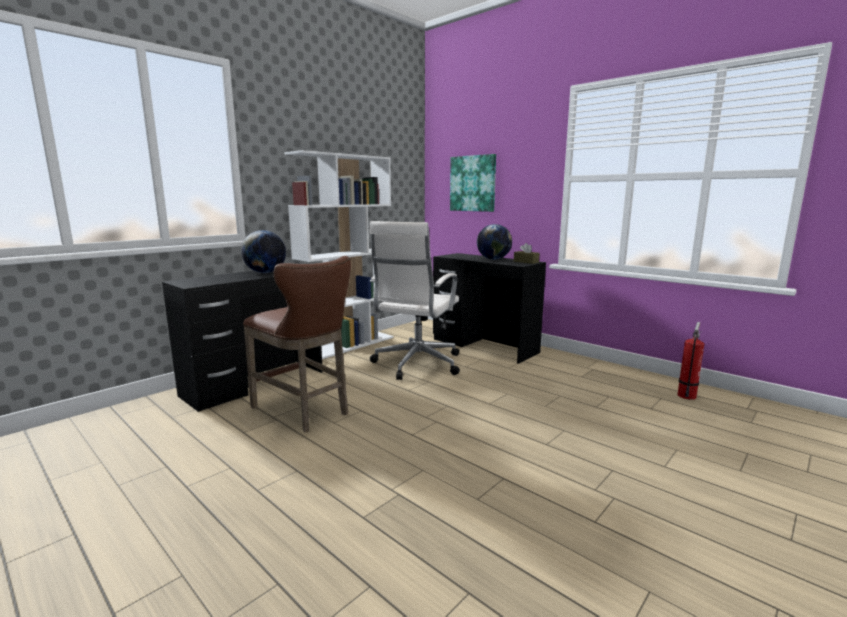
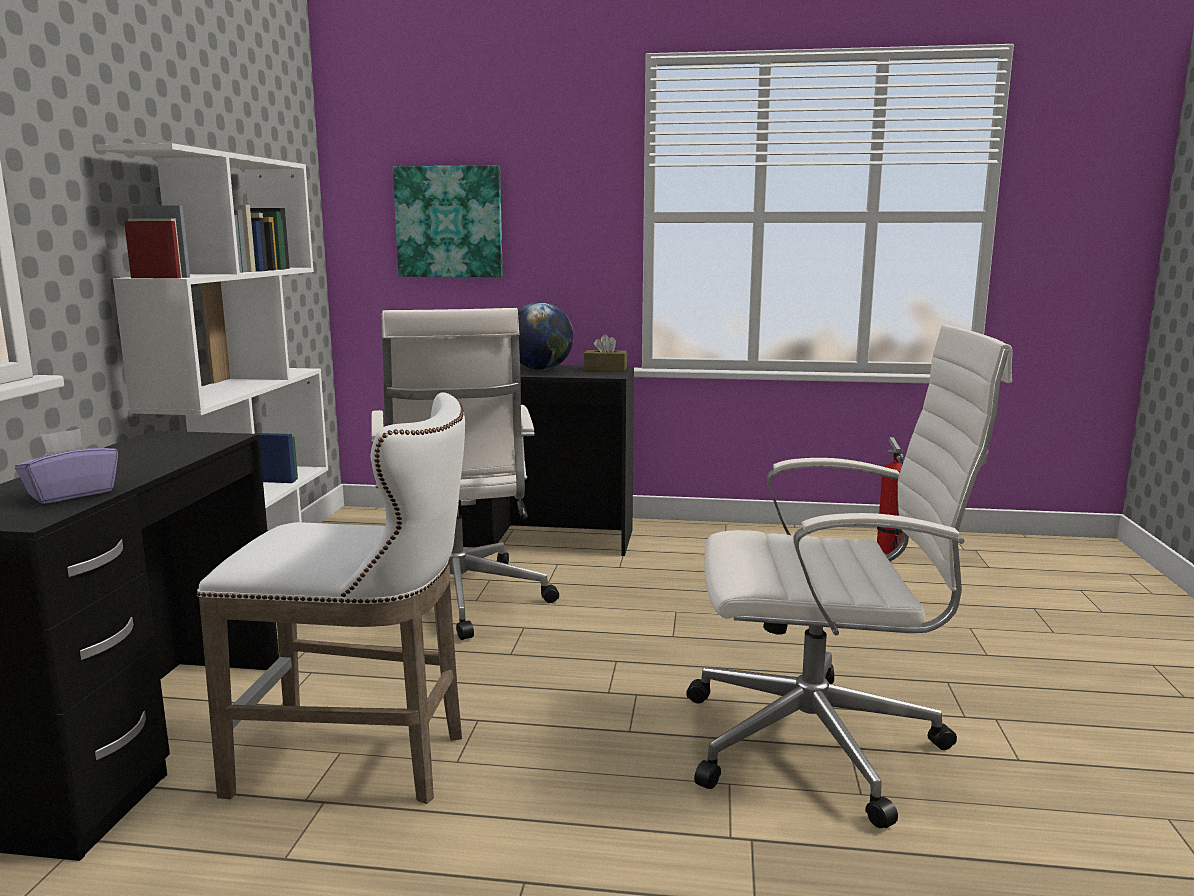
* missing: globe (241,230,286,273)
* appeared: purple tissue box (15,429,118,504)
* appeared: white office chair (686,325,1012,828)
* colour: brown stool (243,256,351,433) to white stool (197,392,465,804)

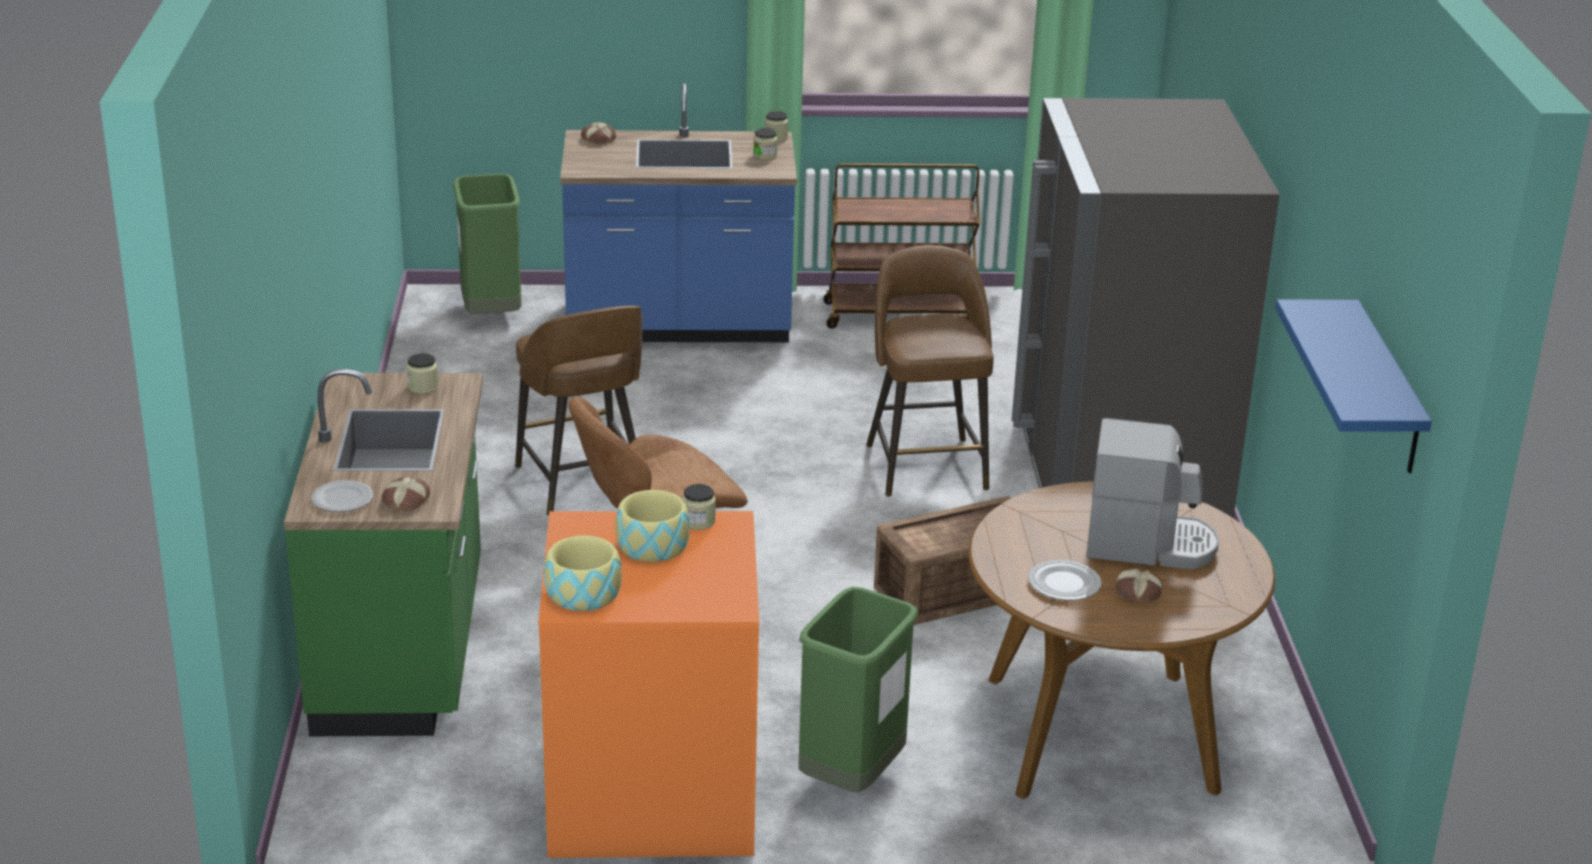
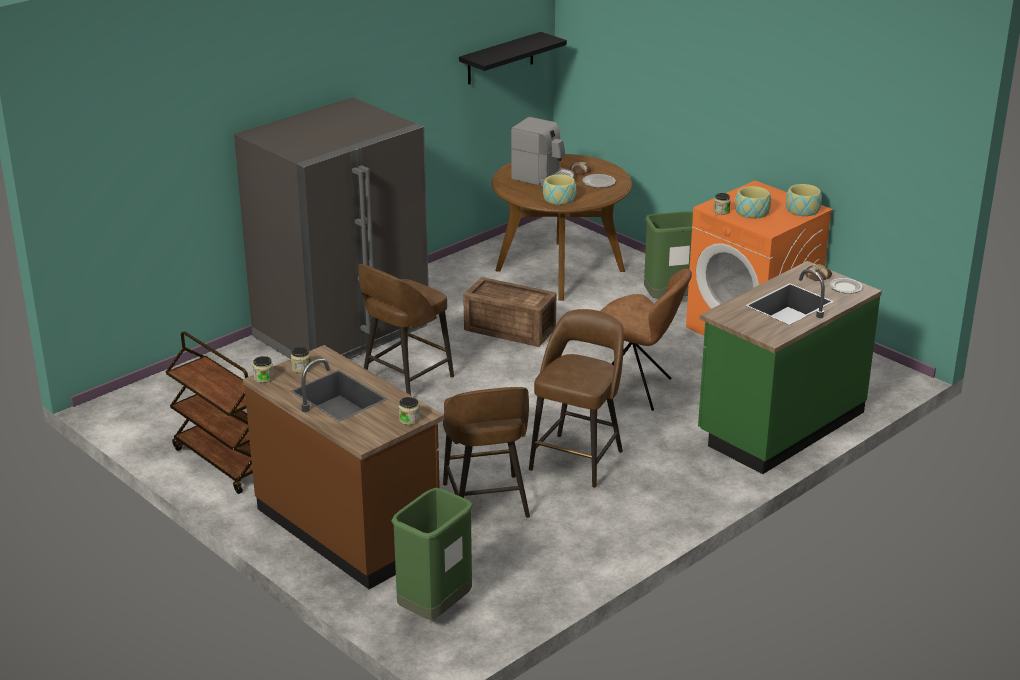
* missing: bread (581,122,616,144)
* appeared: brown stool (443,387,530,518)
* appeared: bowl (543,174,576,205)
* relocated: jar (407,353,438,394) to (399,397,420,425)
* colour: blue counter (560,83,797,342) to brown counter (243,345,444,589)
* colour: blue shelf (1276,299,1432,473) to black shelf (459,32,567,85)
* spun: coffee machine (1086,418,1219,570) = (511,117,574,186) 150 degrees clockwise

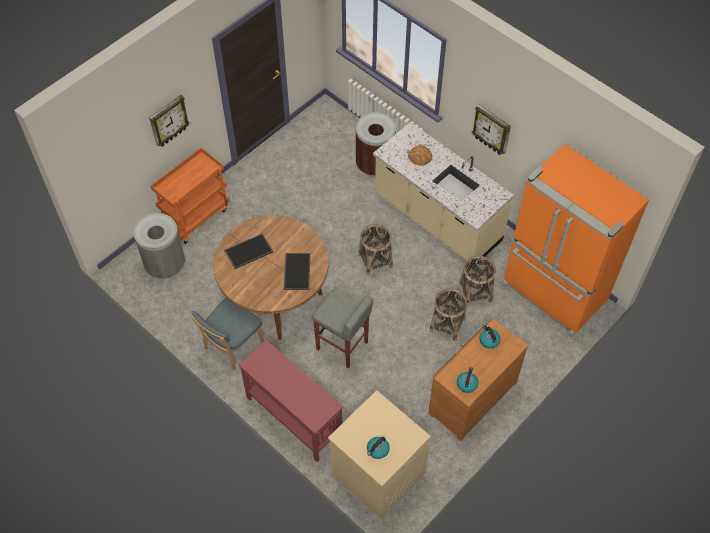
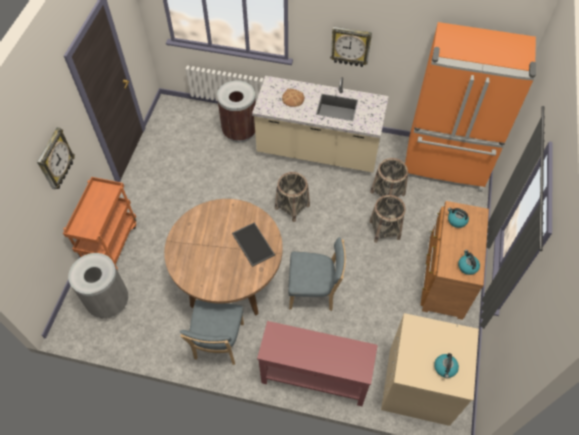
* missing: tray (224,233,273,269)
* exchanged: grey stool (312,288,373,368) to blue chair (288,237,346,311)

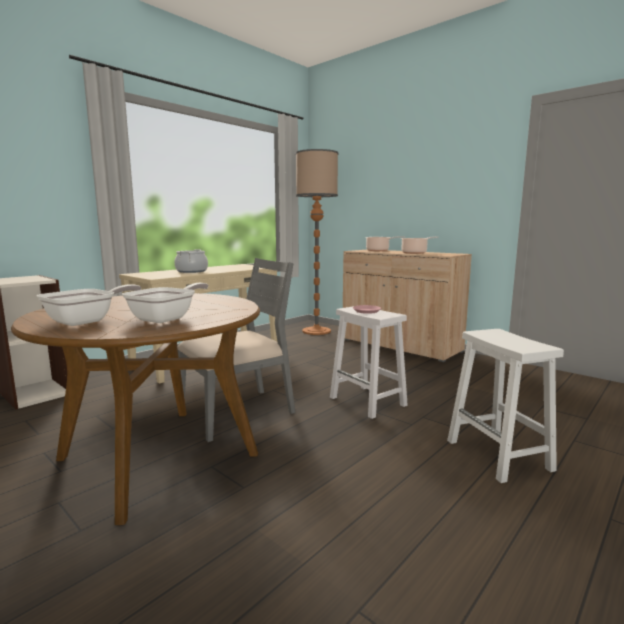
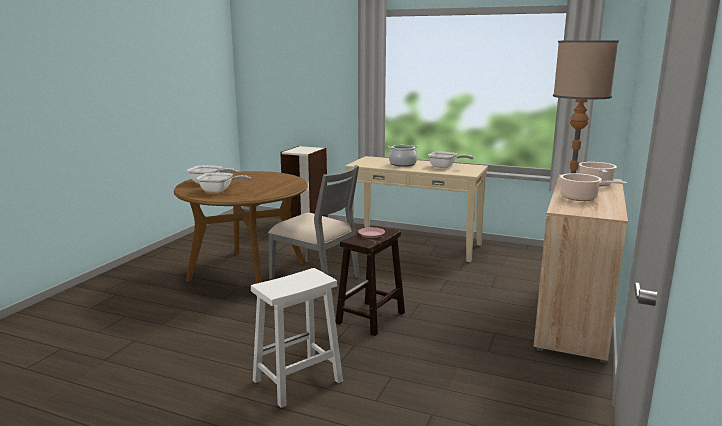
* appeared: frying pan (428,151,474,168)
* colour: white stool (330,306,408,419) to brown stool (336,226,405,336)

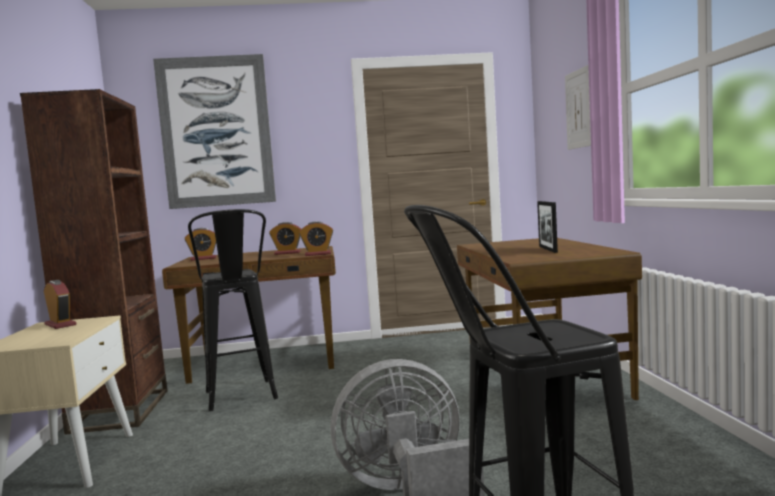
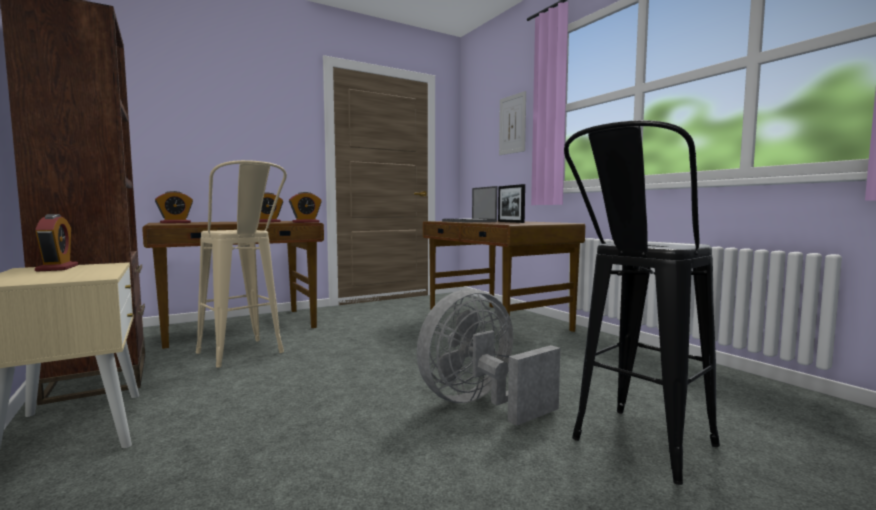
* missing: picture (153,54,276,209)
* appeared: laptop (442,186,497,222)
* colour: black stool (188,209,278,411) to beige stool (196,160,287,368)
* spun: alarm clock (44,280,76,329) = (35,214,78,272) 45 degrees clockwise

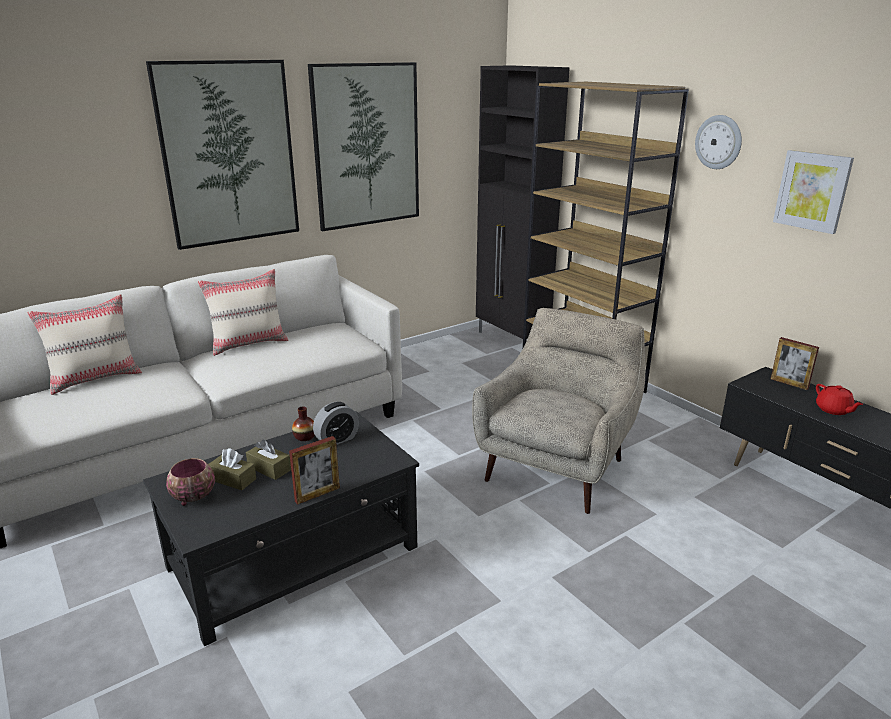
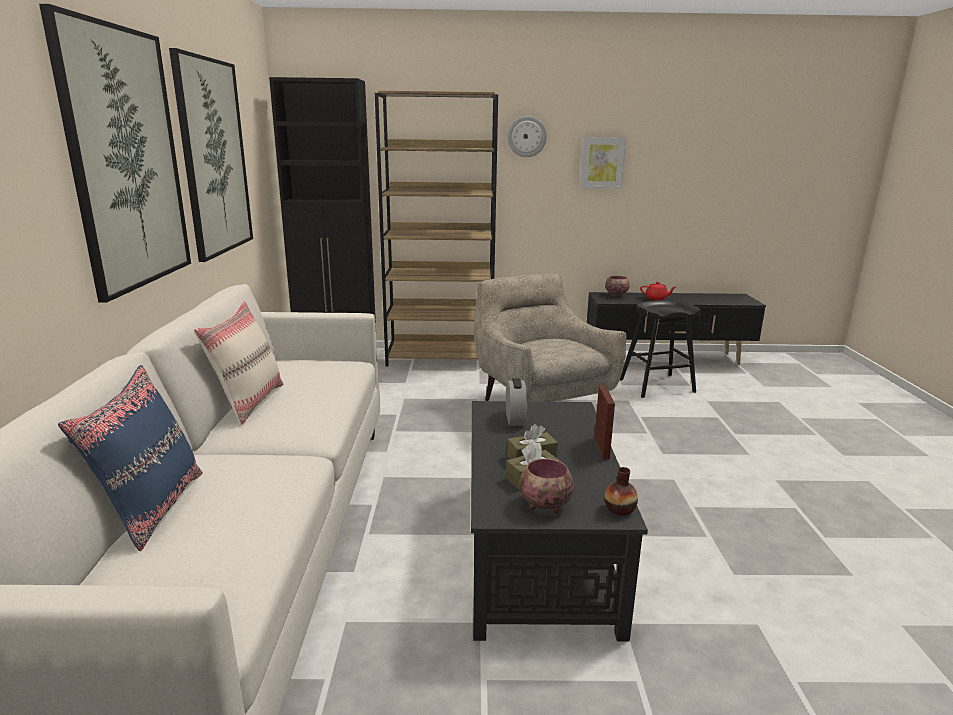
* appeared: black stool (620,300,700,398)
* relocated: vase (292,406,315,441) to (605,467,638,516)
* exchanged: picture frame (771,337,819,390) to bowl (605,276,629,297)
* colour: beige pillow (27,294,142,395) to blue pillow (58,365,203,551)

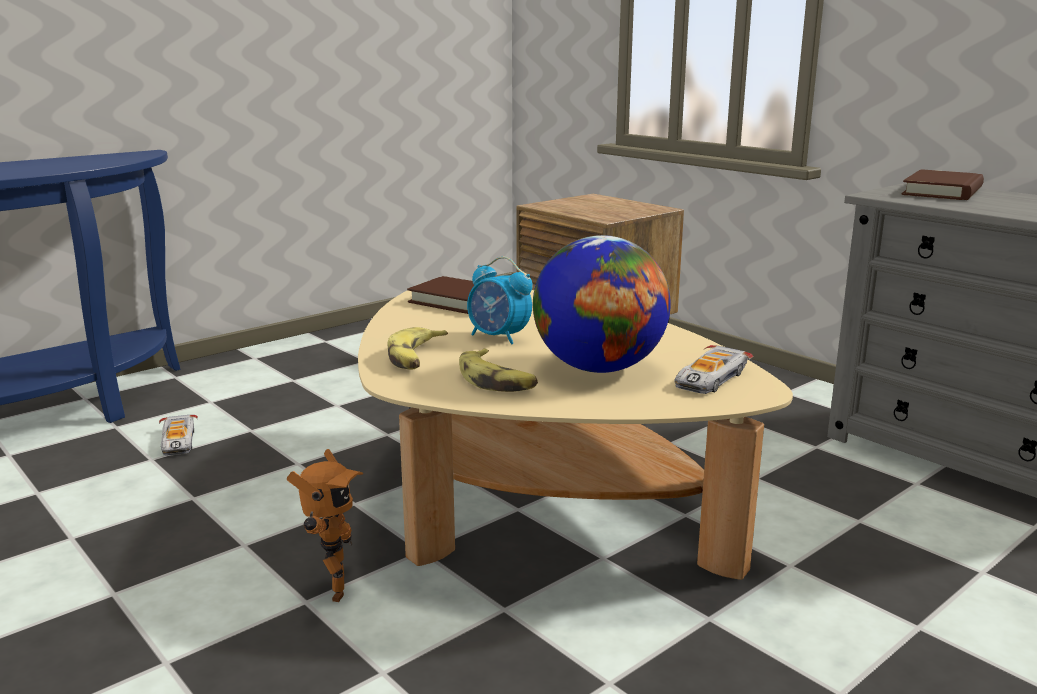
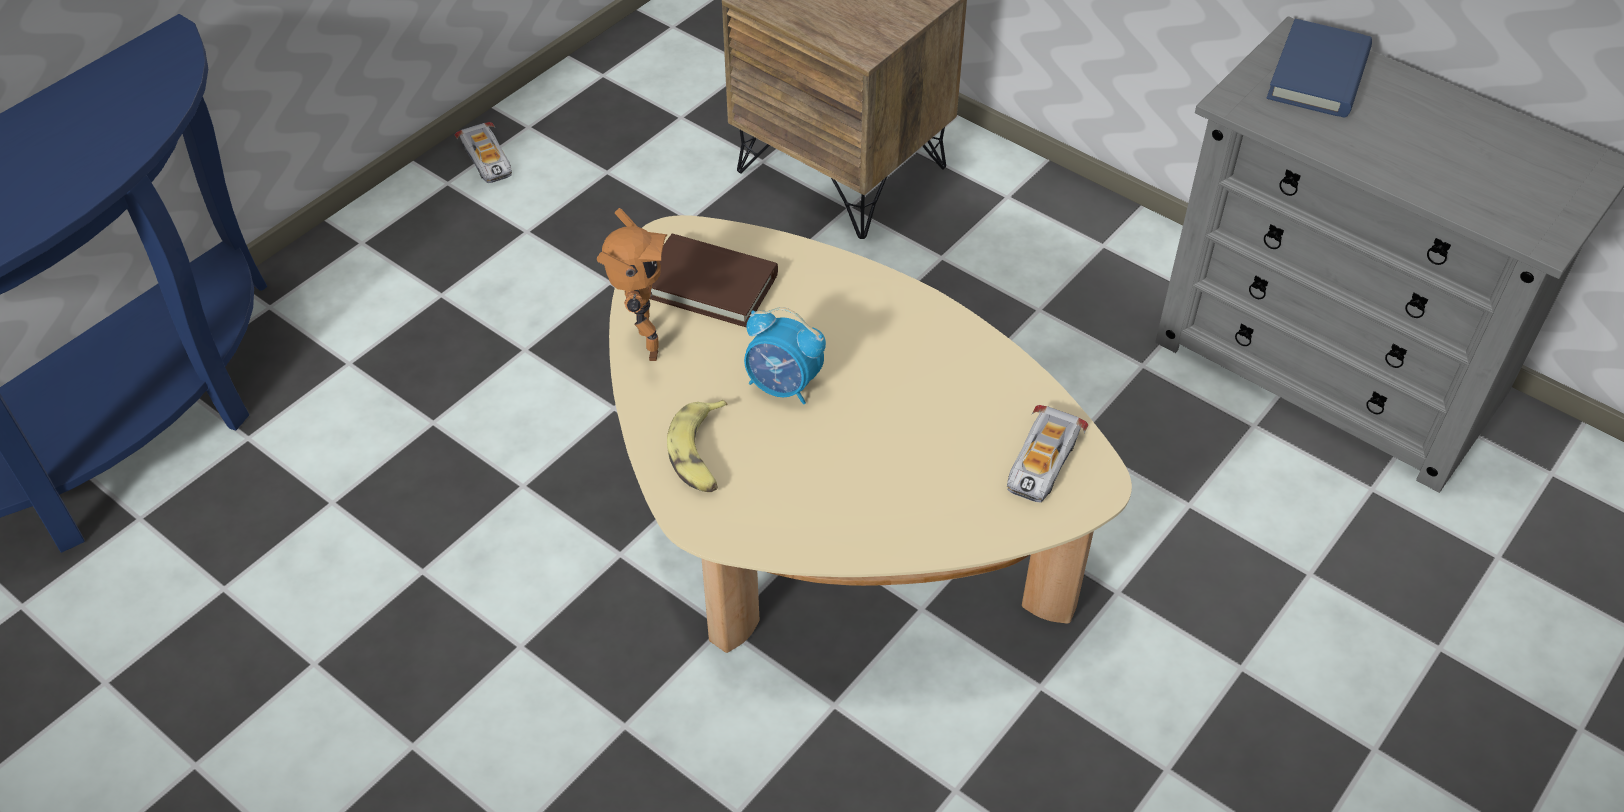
* missing: banana (459,348,538,392)
* missing: globe (533,235,671,373)
* relocated: toy car (159,415,198,456) to (455,122,512,183)
* relocated: toy robot (287,449,363,602) to (597,208,667,361)
* colour: brown book (901,169,984,200) to blue book (1266,19,1372,118)

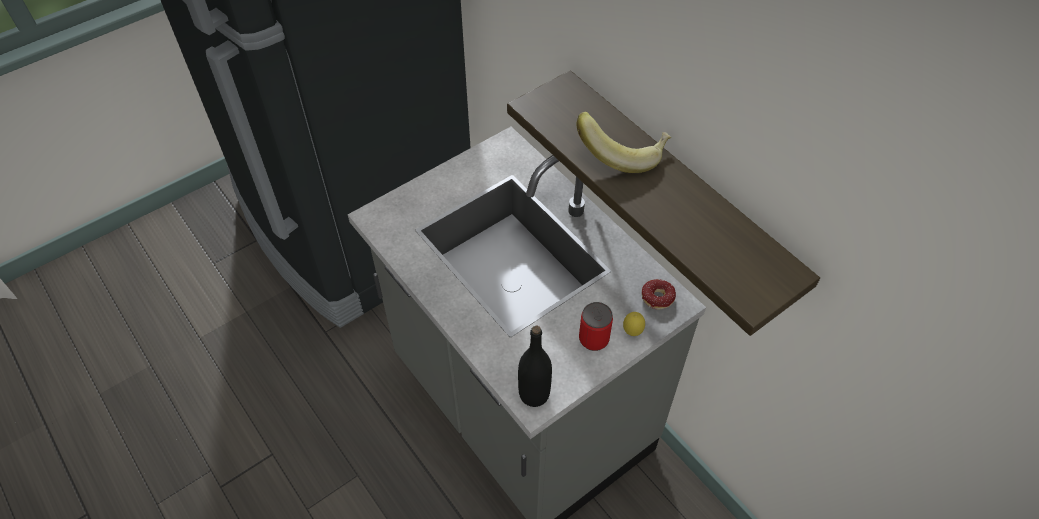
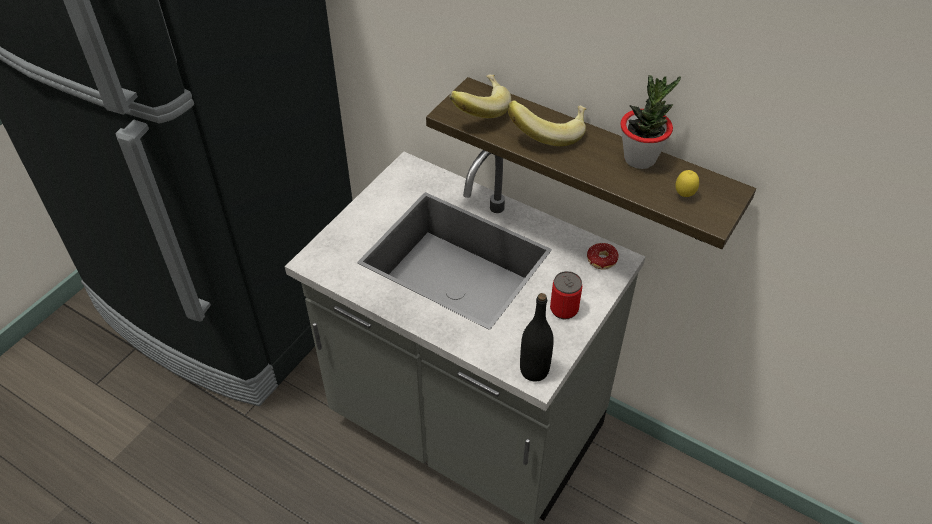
* appeared: banana (449,74,512,118)
* appeared: potted plant (620,75,681,169)
* relocated: lemon (623,312,645,336) to (675,170,699,197)

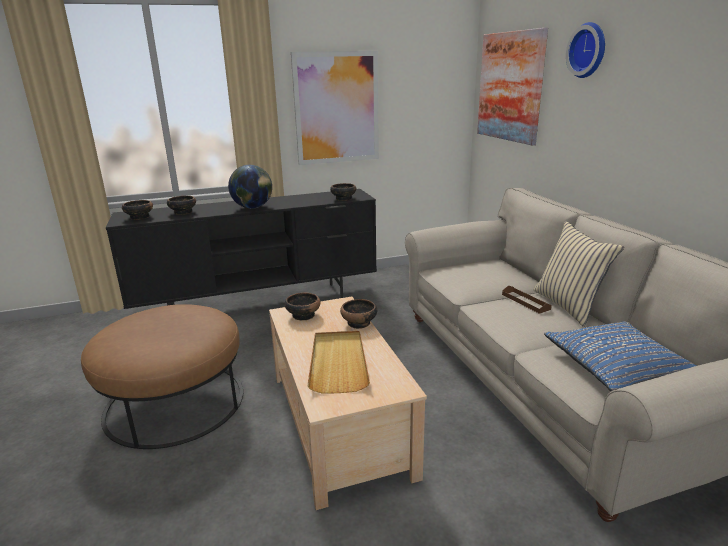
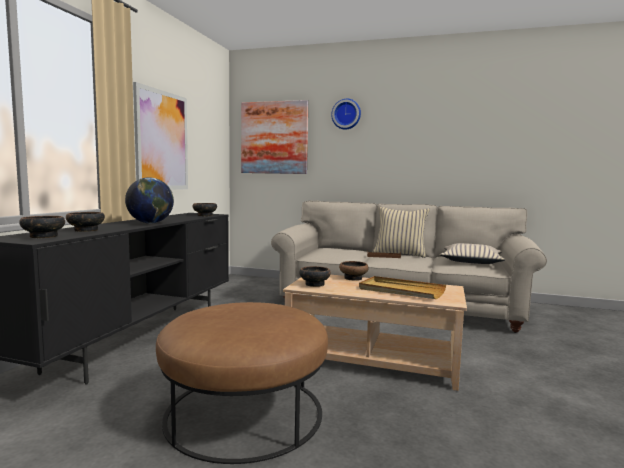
* colour: blue pillow (544,321,697,391) to beige pillow (440,243,505,264)

